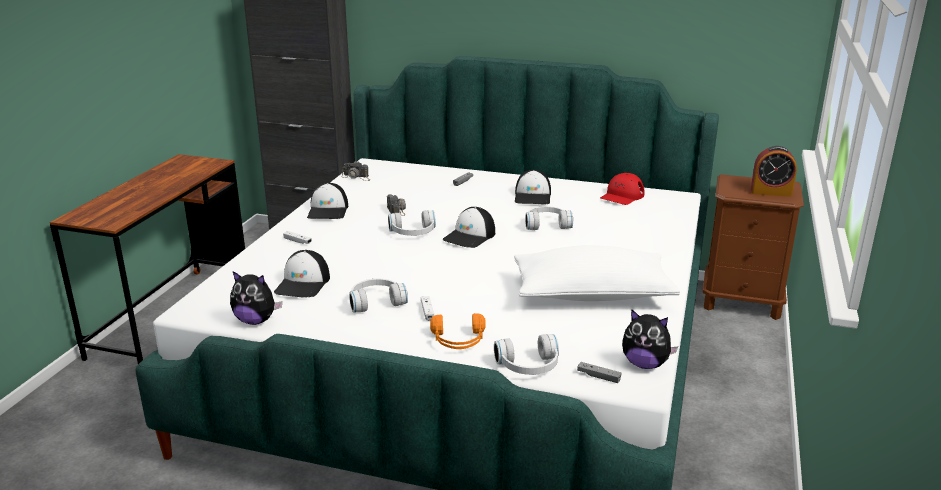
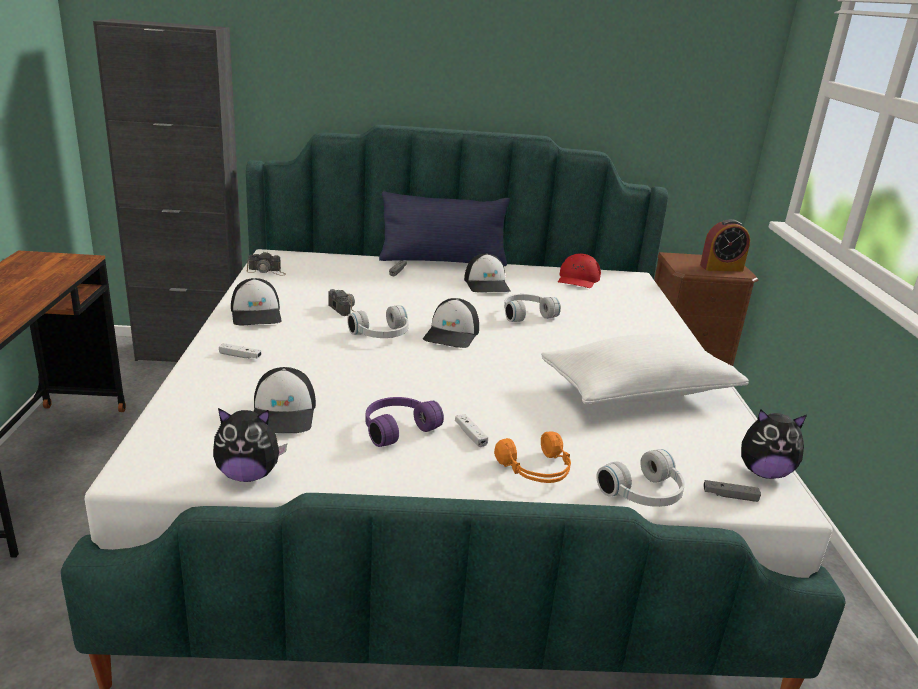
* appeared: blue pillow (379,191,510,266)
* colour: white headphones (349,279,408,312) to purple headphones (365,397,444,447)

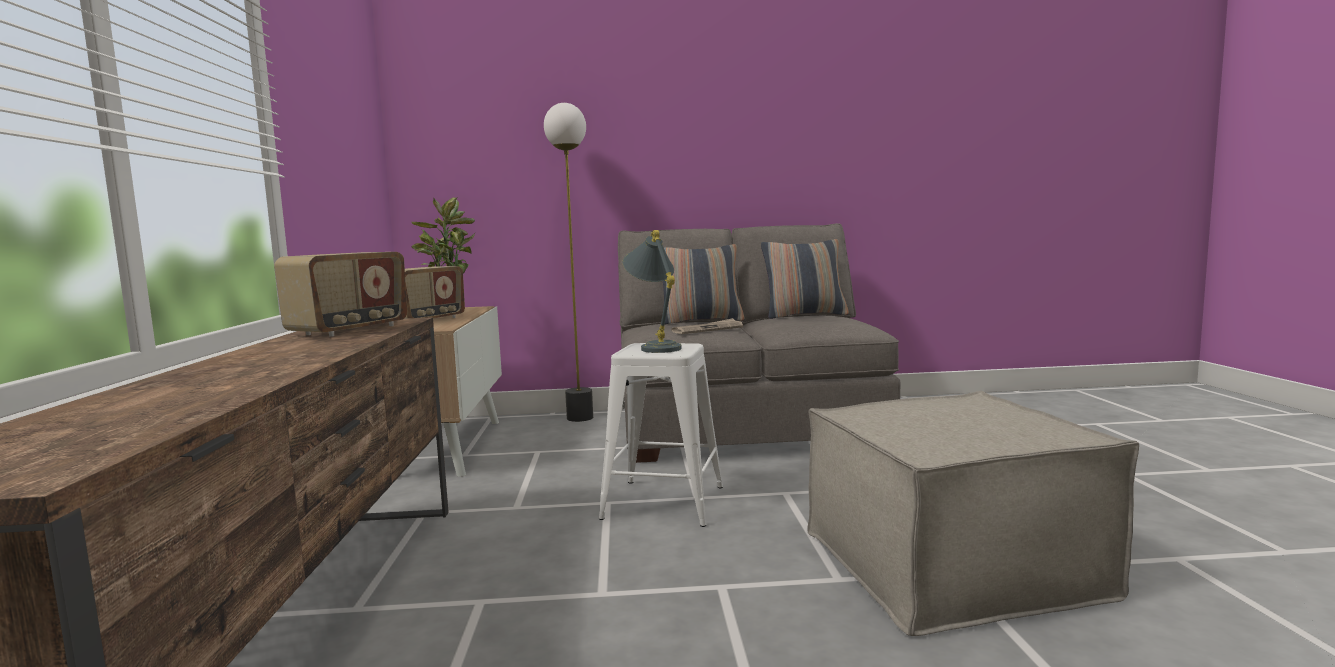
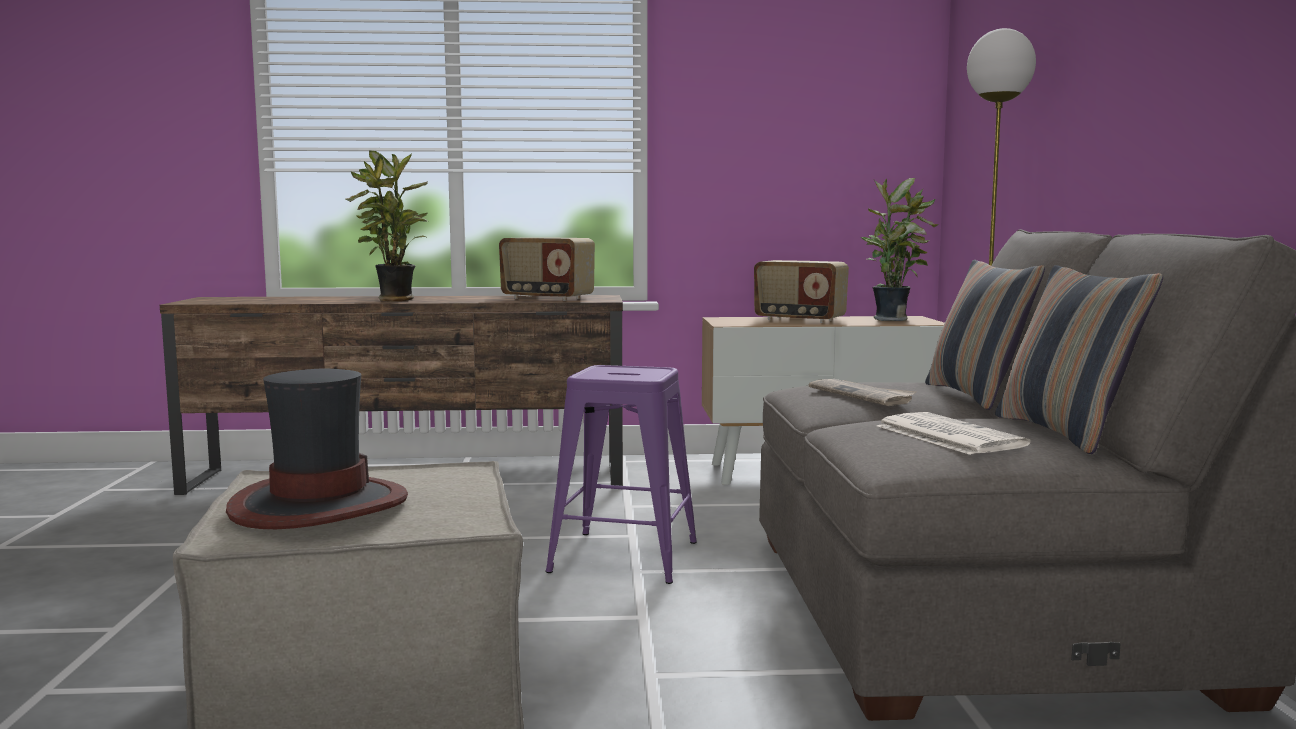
* missing: grey table lamp (622,230,682,353)
* appeared: hat (226,369,408,529)
* appeared: potted plant (346,150,428,301)
* appeared: newspaper (877,412,1031,455)
* colour: white stool (599,343,723,527) to purple stool (546,365,697,584)

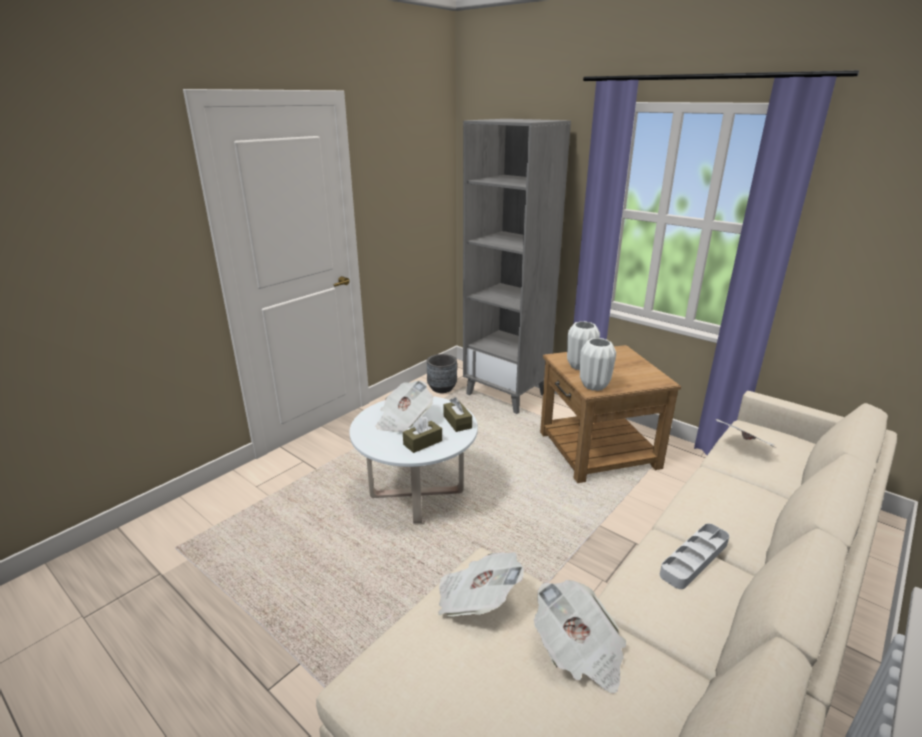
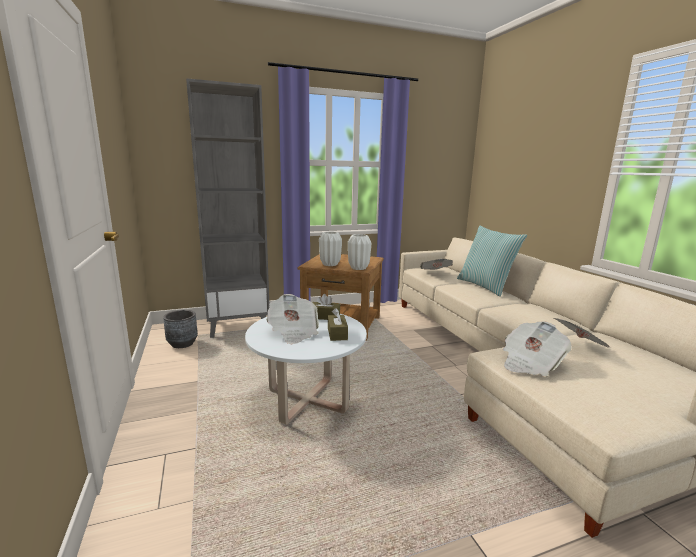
* missing: grey tray (660,523,729,589)
* appeared: pillow (457,226,527,297)

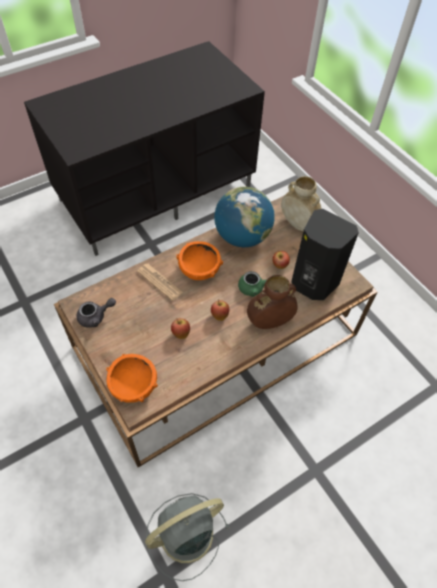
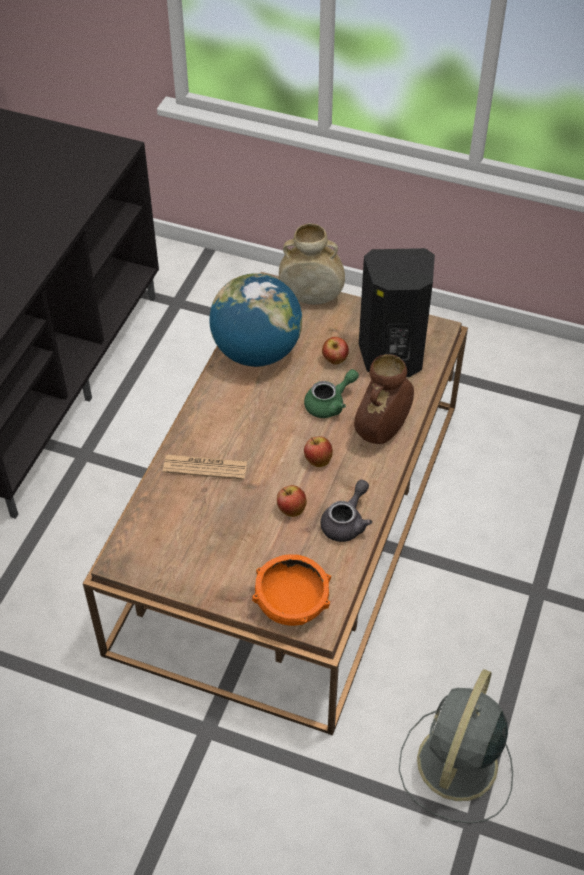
* missing: orange bowl (176,241,223,280)
* relocated: grey teapot (77,298,116,328) to (320,480,372,542)

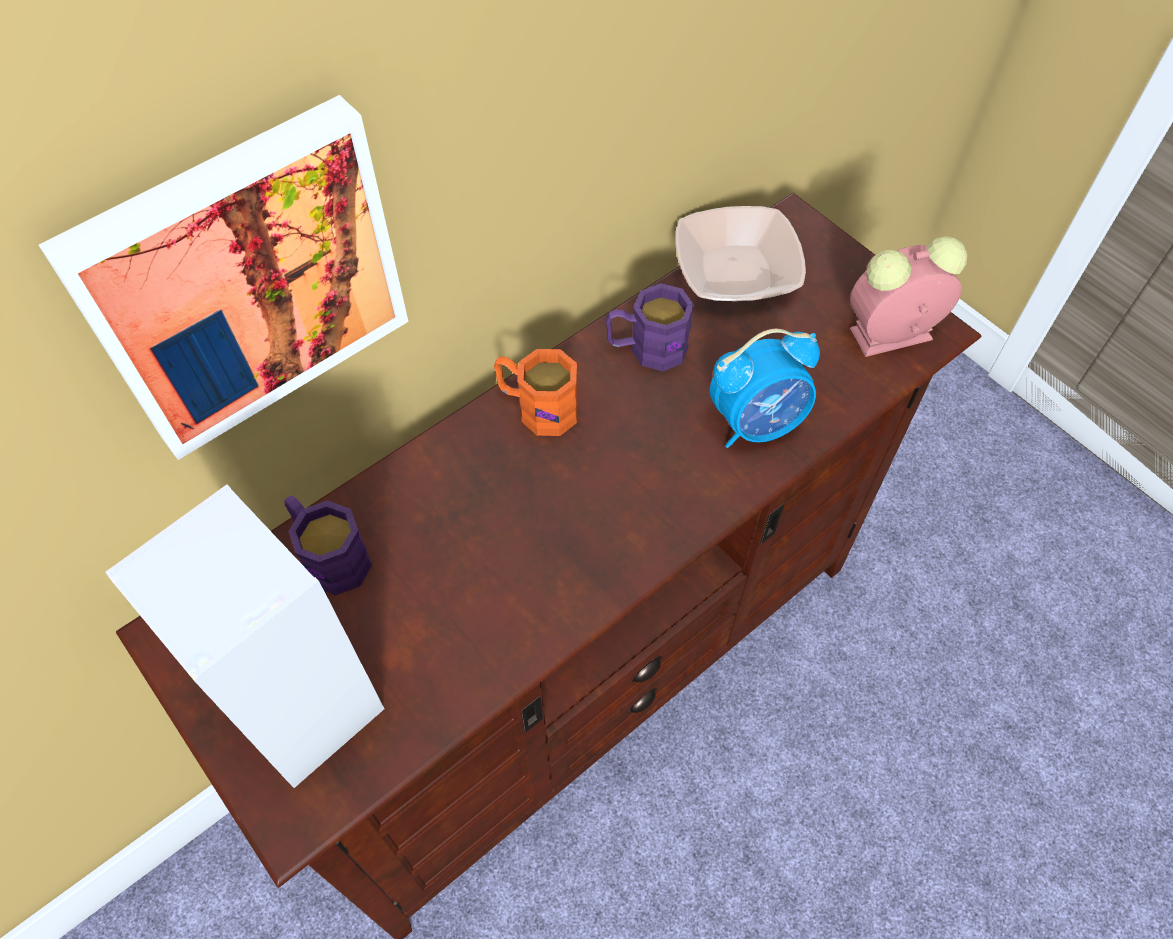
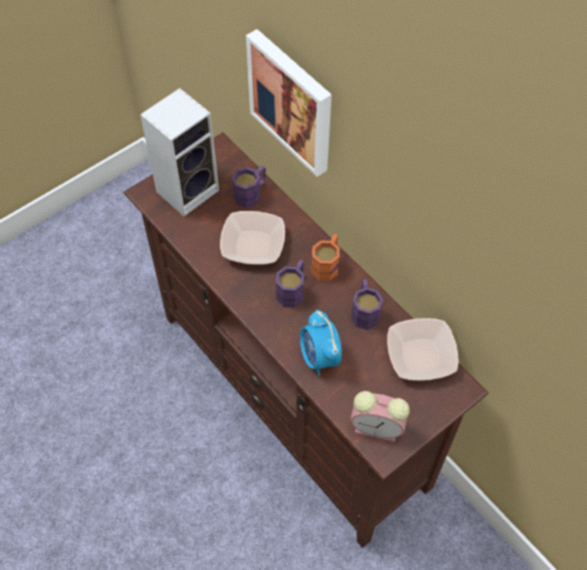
* appeared: bowl (220,211,285,265)
* appeared: purple mug (276,260,304,308)
* spun: alarm clock (850,236,967,357) = (350,391,409,442) 120 degrees clockwise

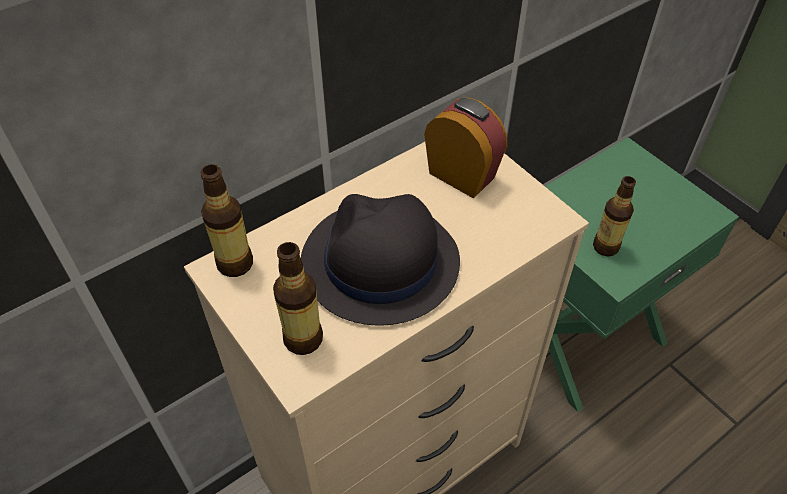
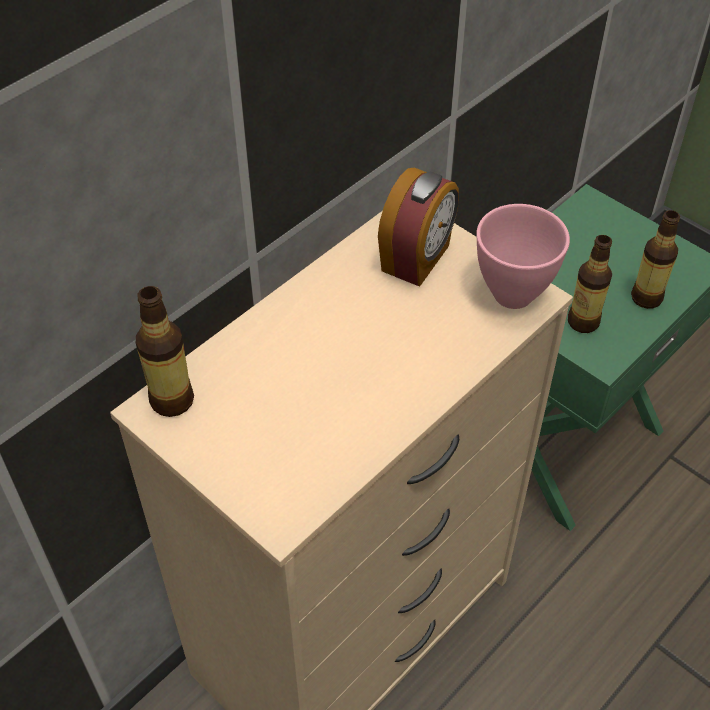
* missing: black hat (301,194,460,326)
* appeared: pink bowl (476,204,570,309)
* relocated: bottle (273,242,323,355) to (631,210,680,309)
* spun: alarm clock (424,97,507,199) = (378,168,459,287) 90 degrees clockwise

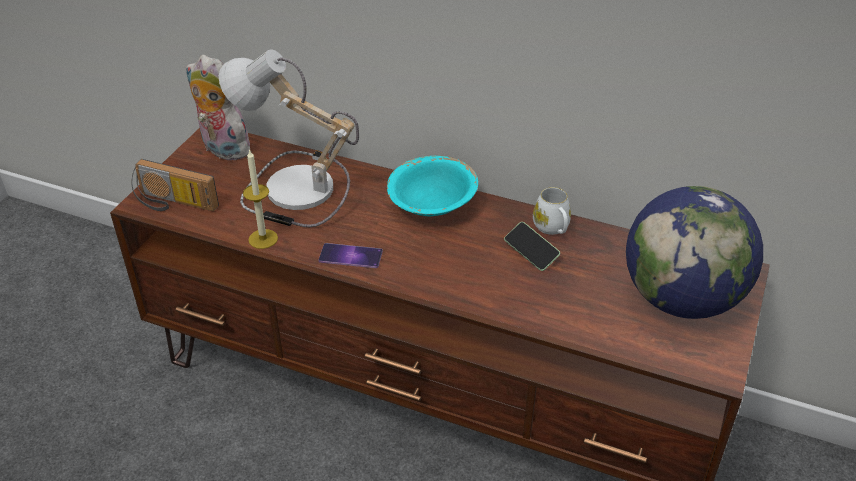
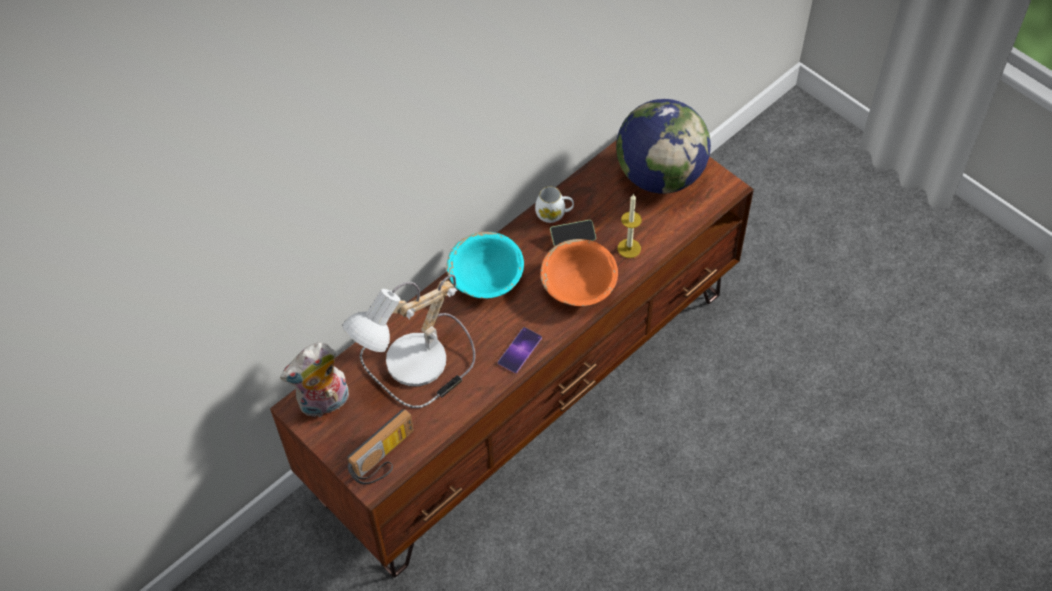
* appeared: orange bowl (541,239,618,306)
* relocated: candle (243,149,278,249) to (617,194,642,258)

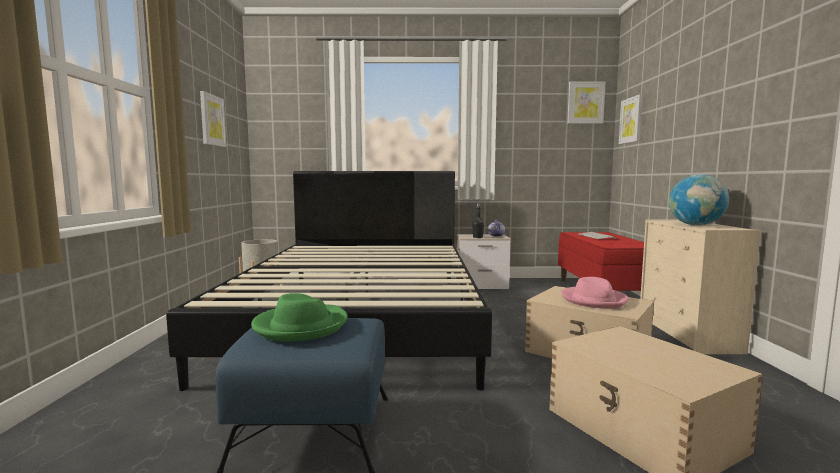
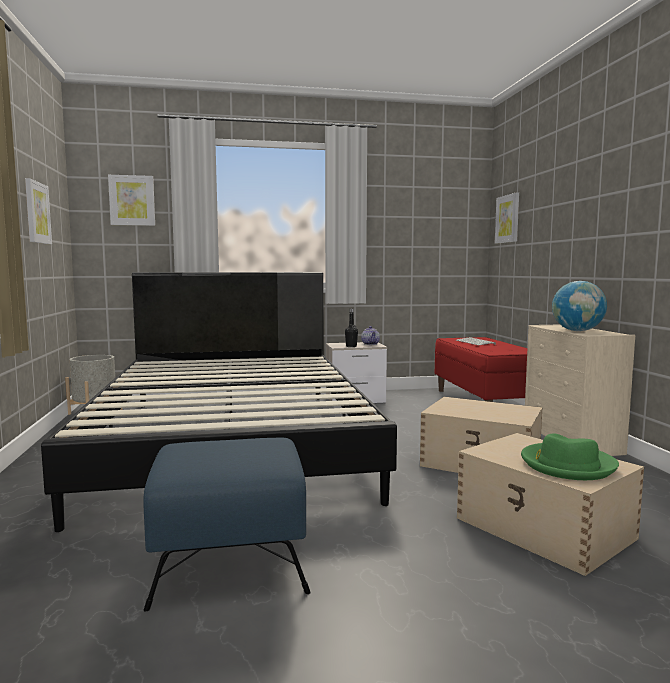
* missing: pink hat (561,277,628,308)
* relocated: green hat (251,293,348,341) to (521,434,619,480)
* relocated: picture (567,81,605,124) to (108,175,155,226)

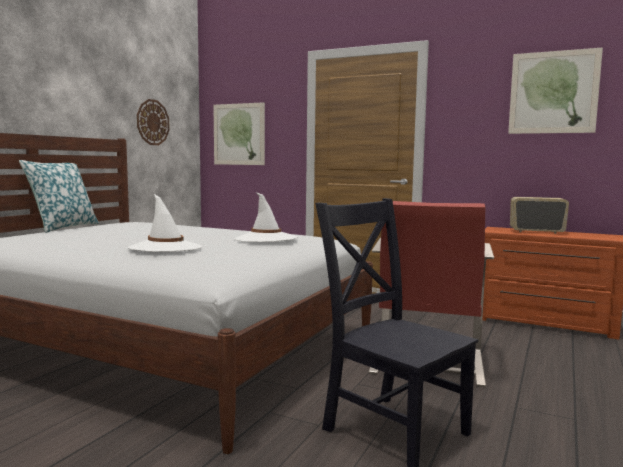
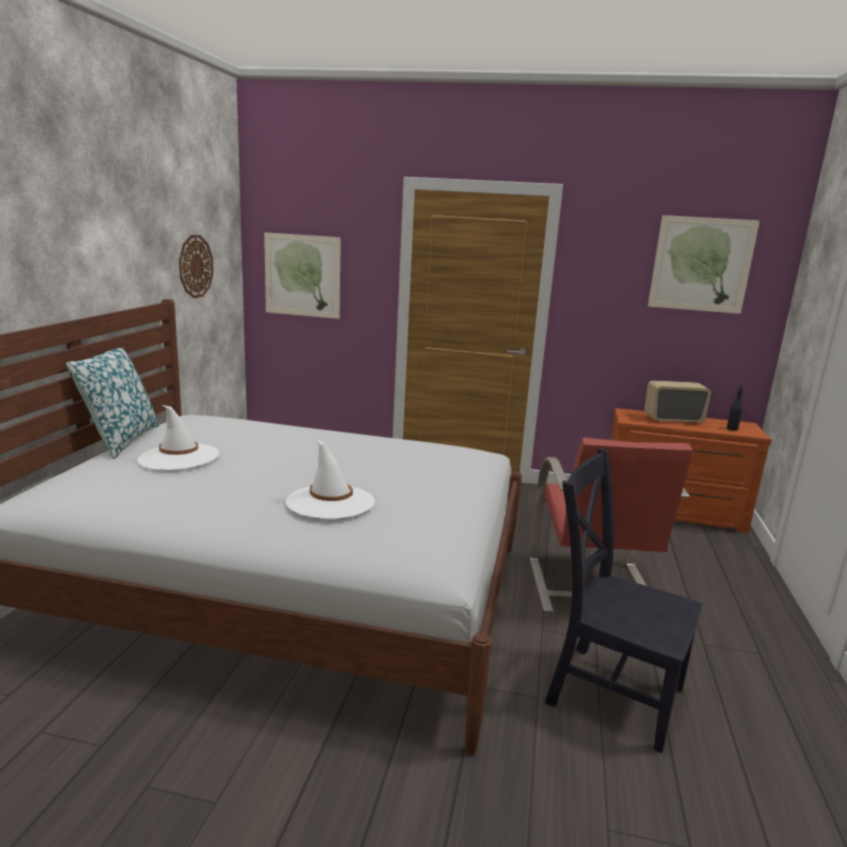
* appeared: black bottle (727,385,743,431)
* relocated: white hat (234,192,297,242) to (137,405,219,470)

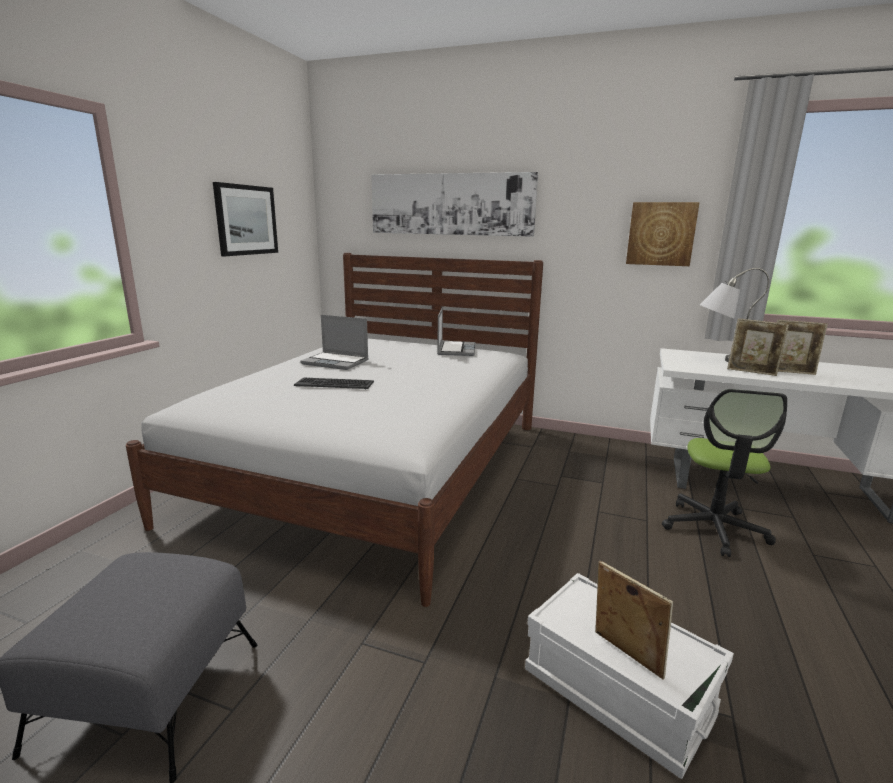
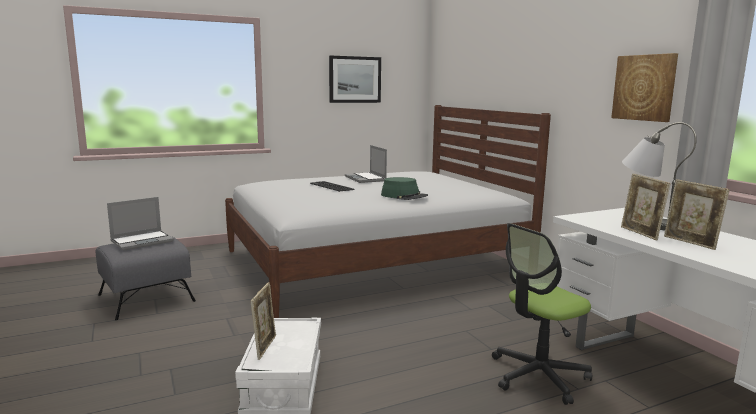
* missing: picture (371,172,538,237)
* appeared: green hat (381,177,428,200)
* relocated: laptop (437,307,475,356) to (107,197,174,250)

